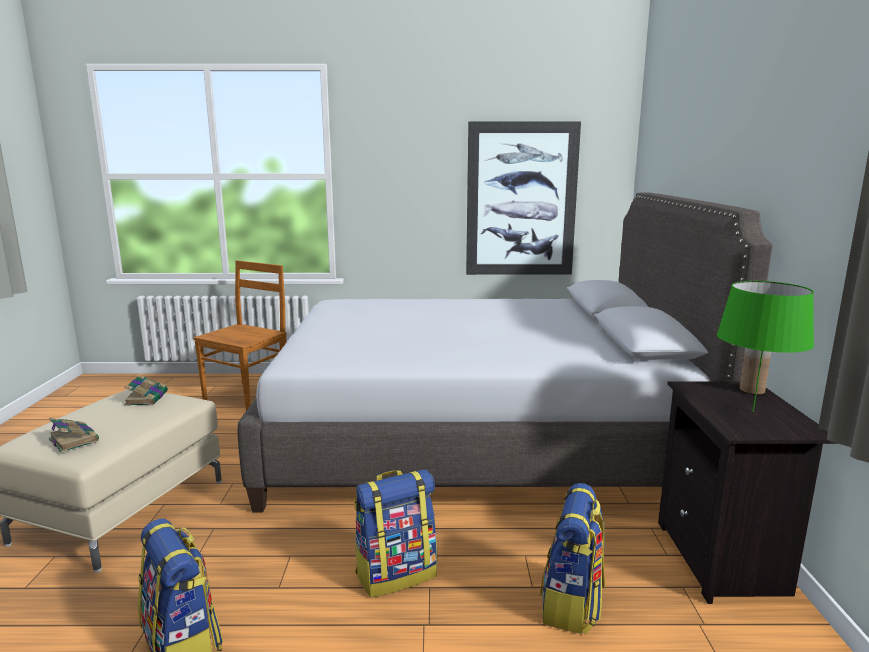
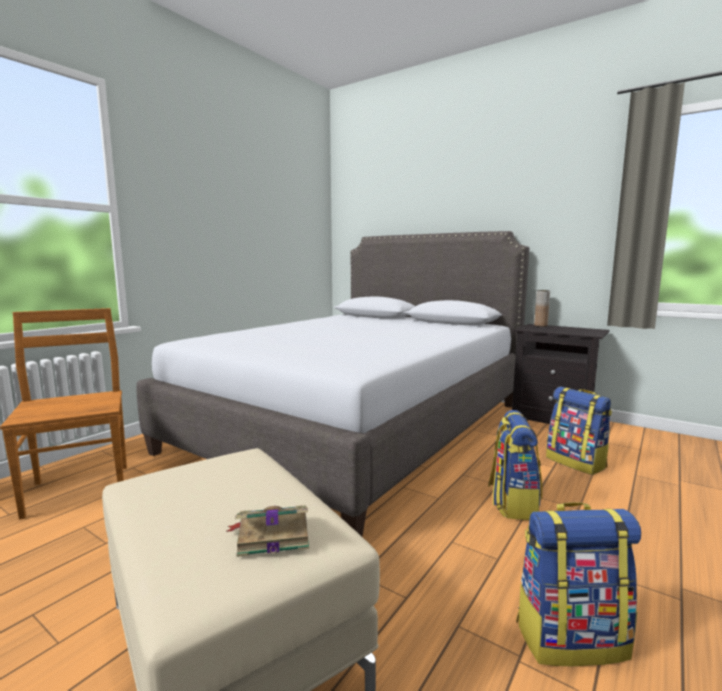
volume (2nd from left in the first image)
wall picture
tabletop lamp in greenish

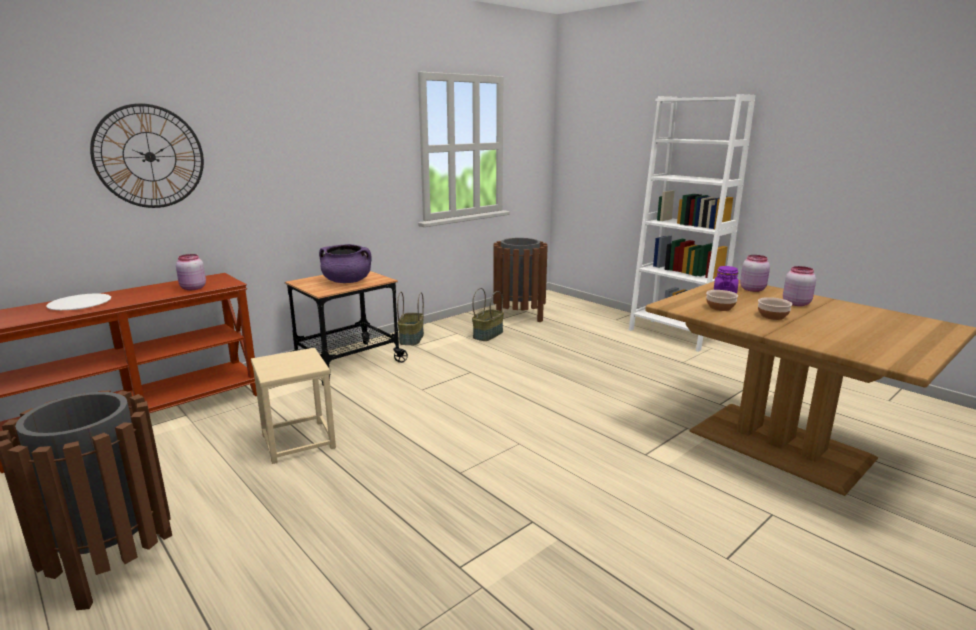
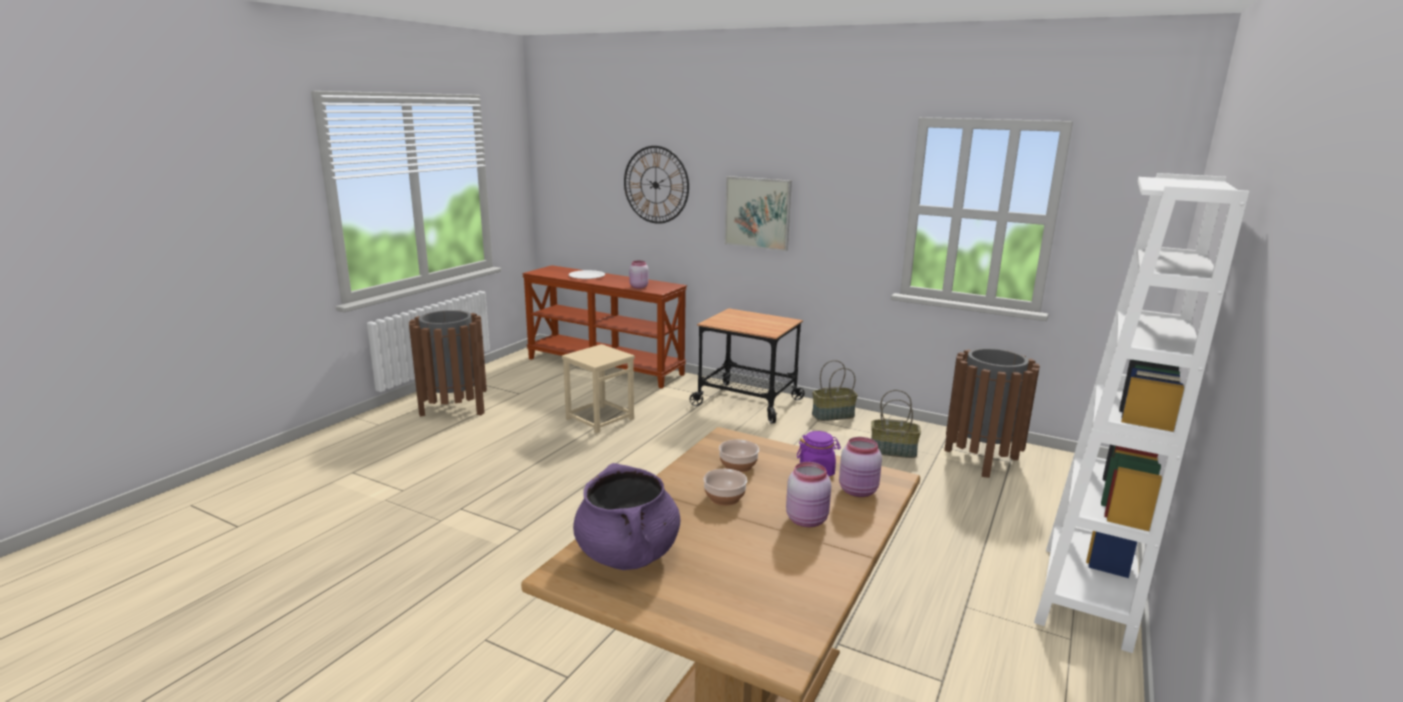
wall picture
stockpot in purple-coloured

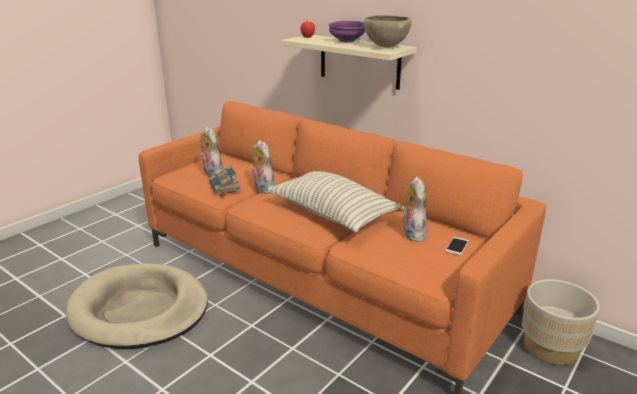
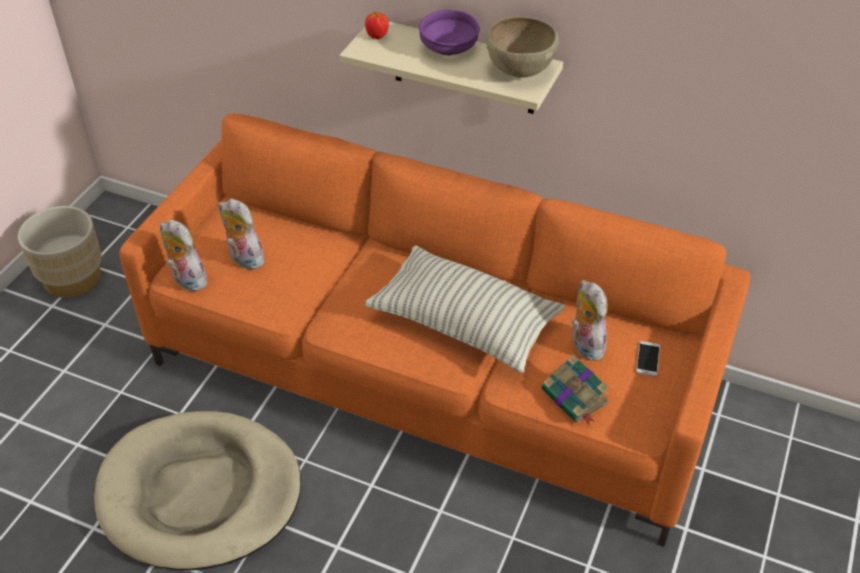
volume
soft toy (1st from left)
plant pot in beige

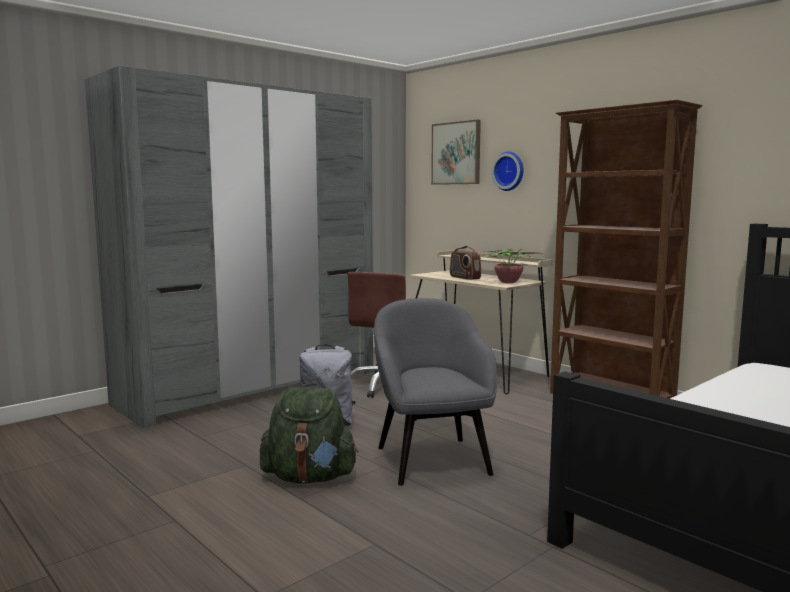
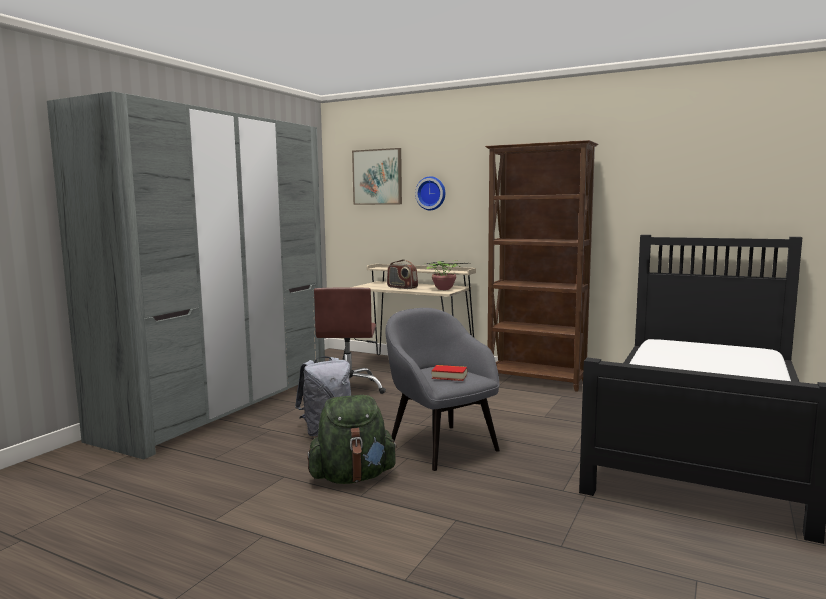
volume

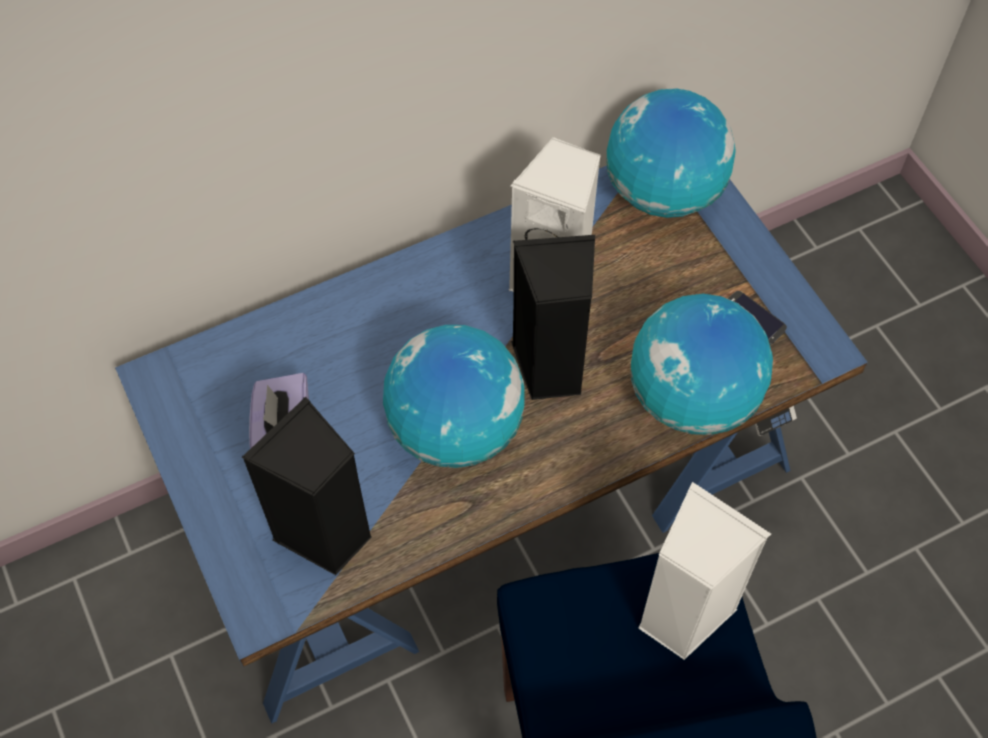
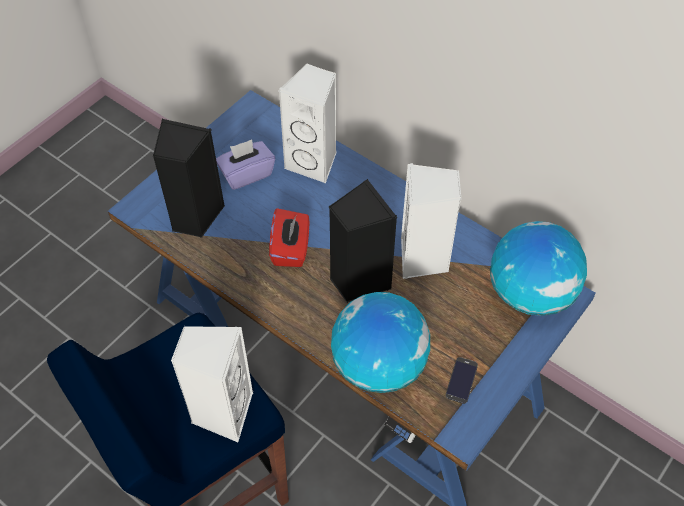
audio speaker in white (2nd from left)
box of tissues in red

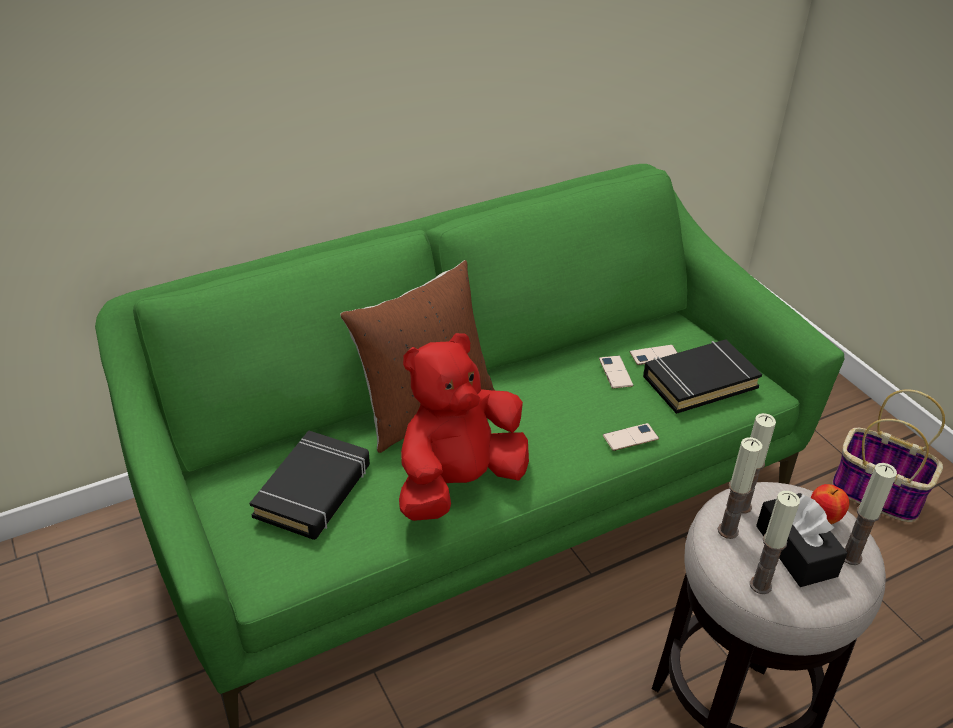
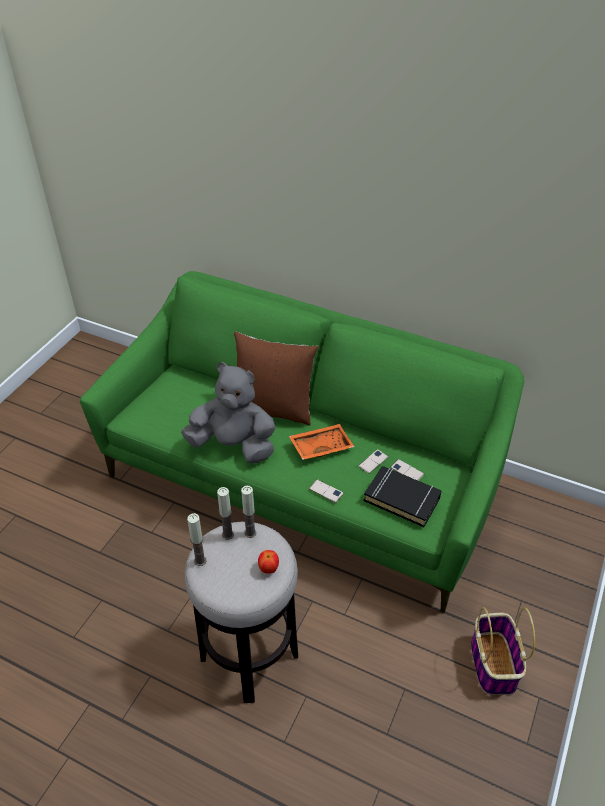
volume in blackish (1st from left in the first image)
box of tissues in blackish
wax light (4th from left in the first image)
serving tray in orangey
soft toy in grey

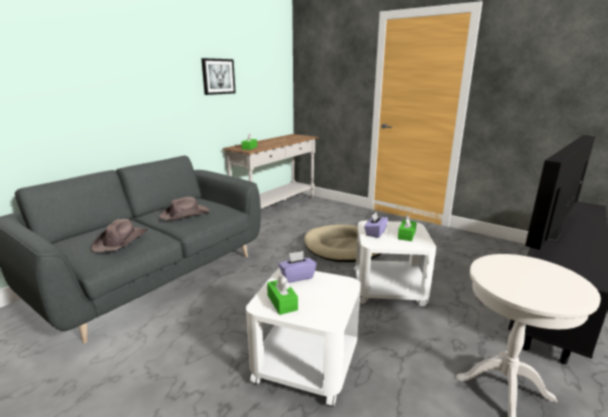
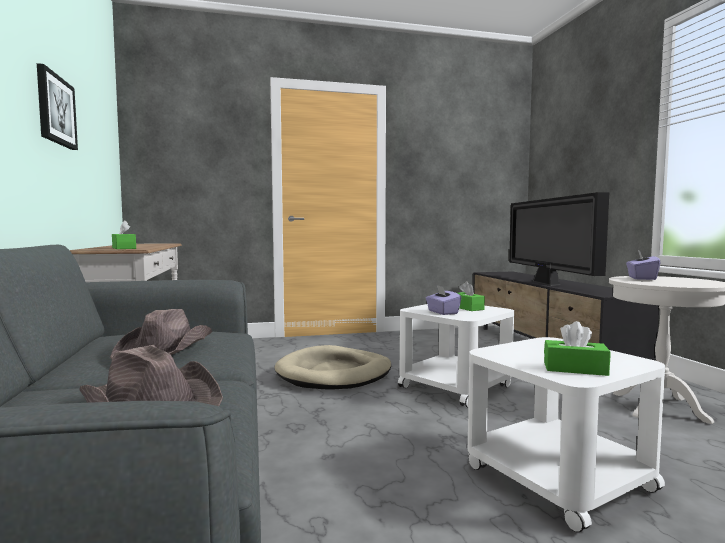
box of tissues in purple-coloured (2nd from left)

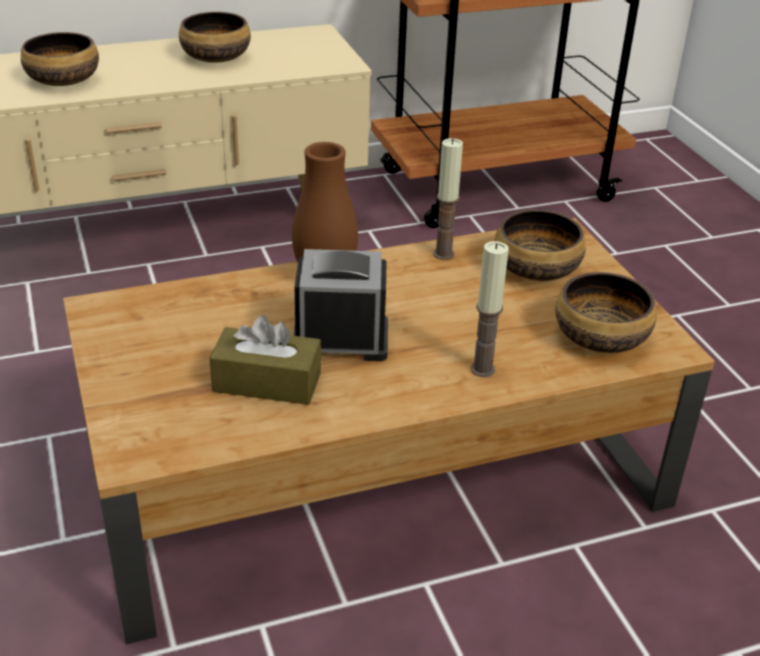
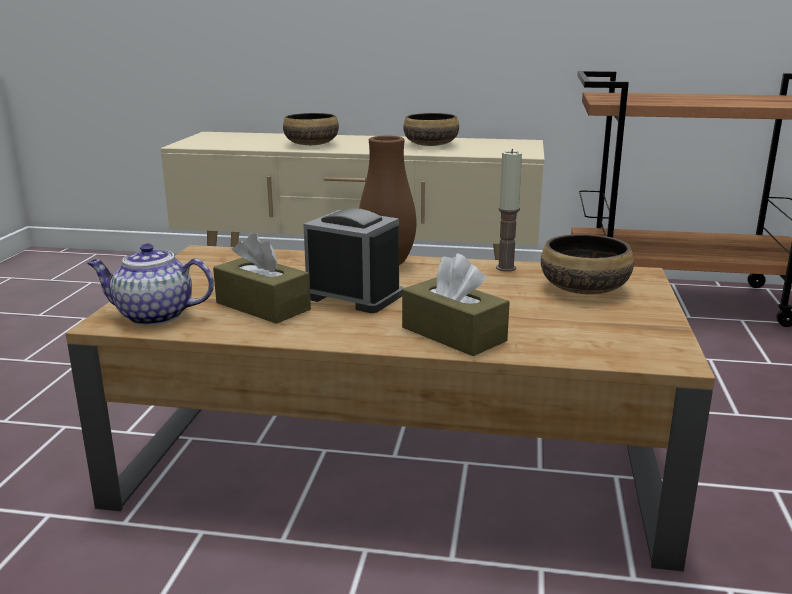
serving bowl (4th from left in the first image)
pot for tea
box of tissues in brown-coloured (2nd from left)

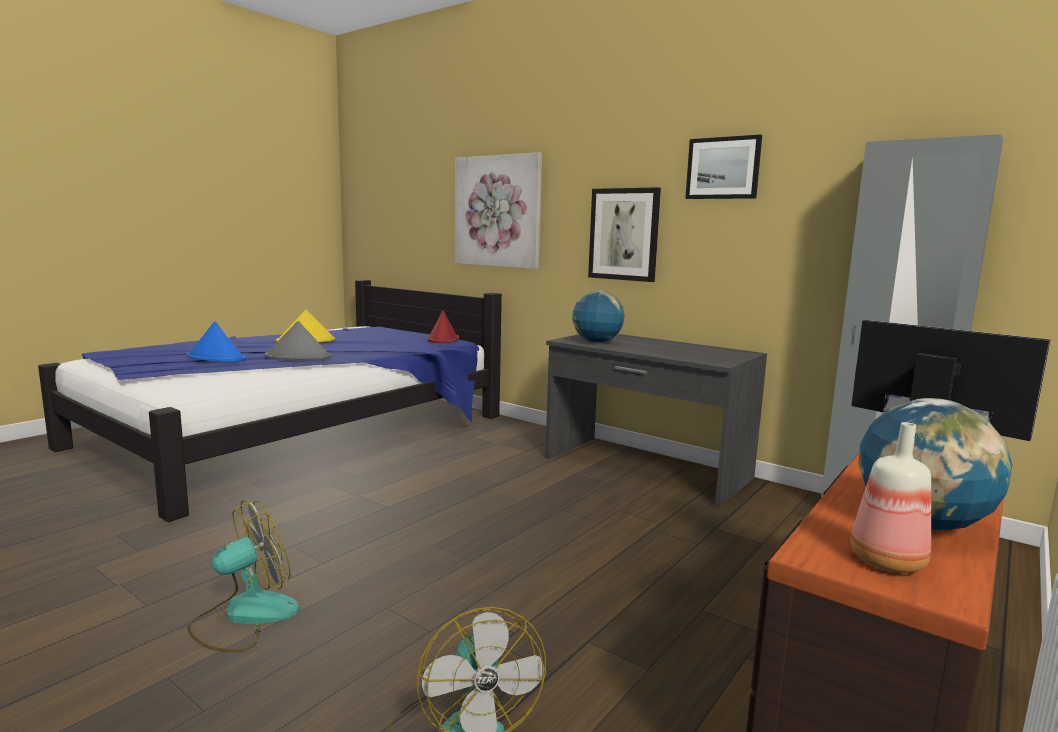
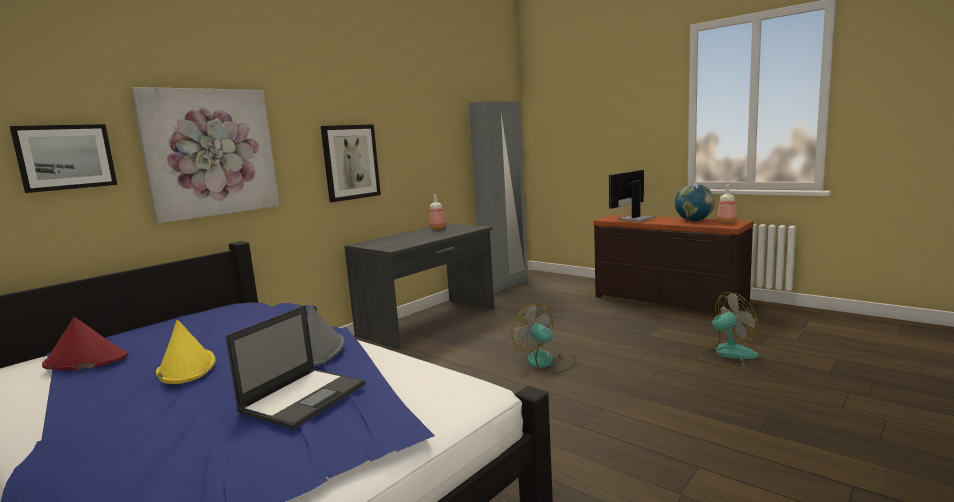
desk globe (1st from left in the first image)
bottle (1st from left)
cooling fan (1st from left)
hat in red
wall picture (1st from left)
laptop

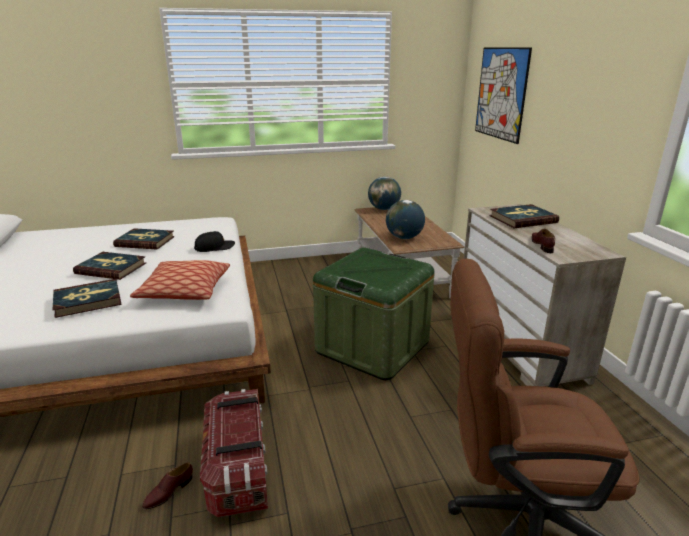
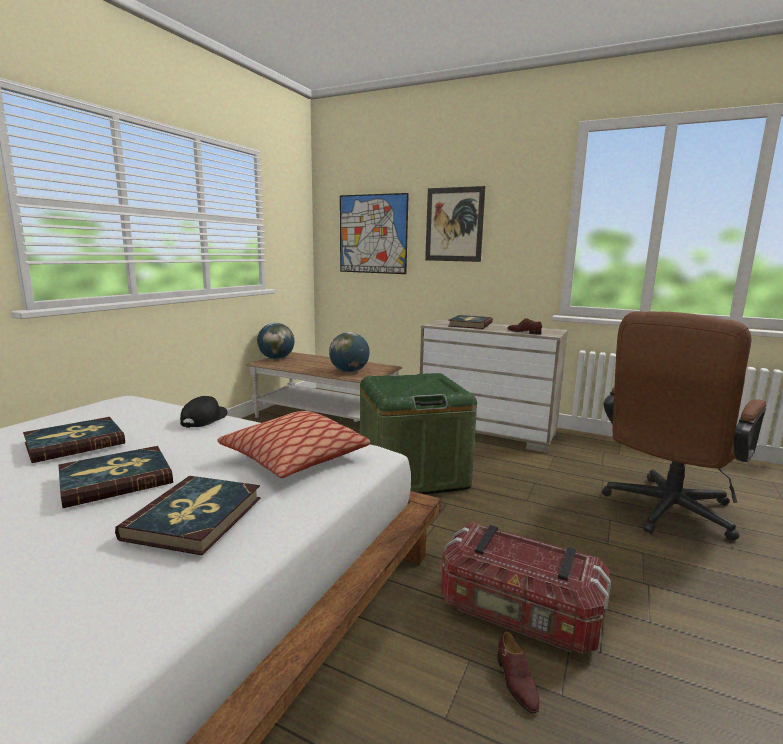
wall picture (2nd from left)

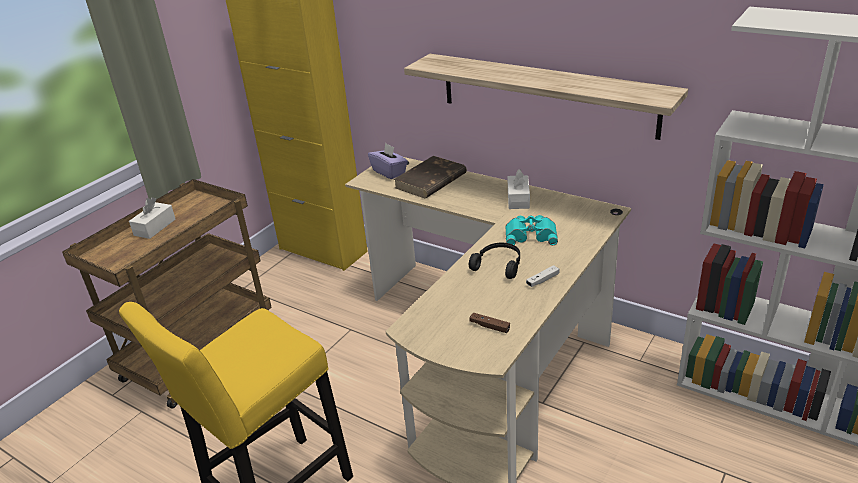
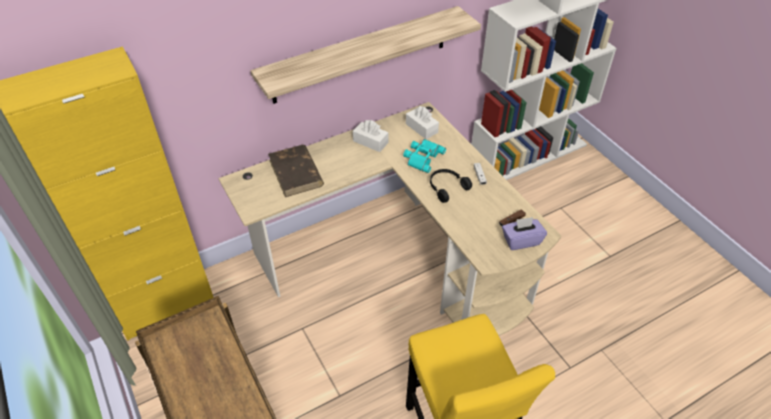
box of tissues in white (2nd from left)
box of tissues in purple-coloured

